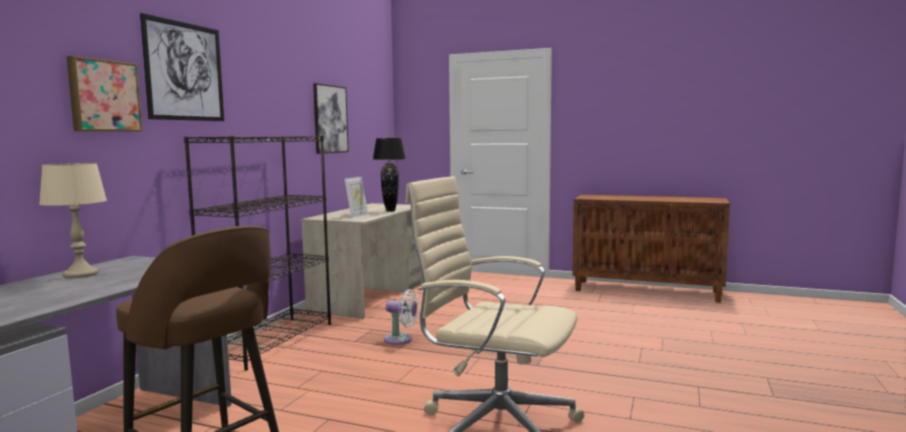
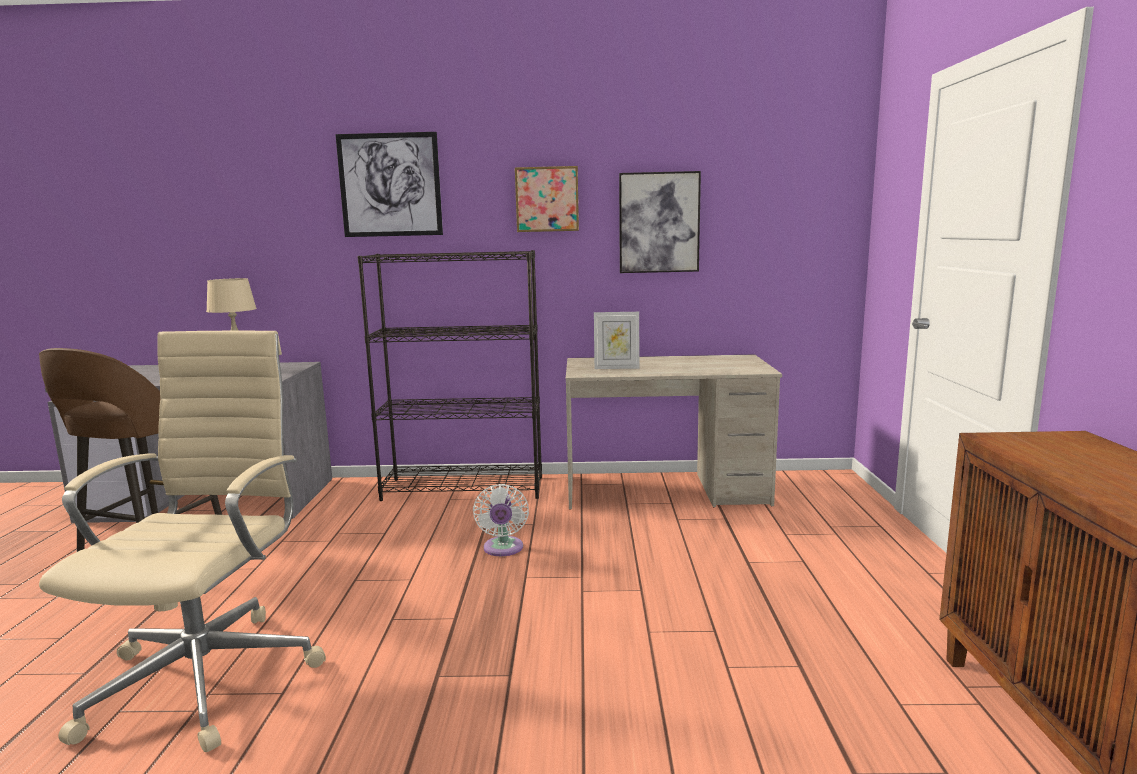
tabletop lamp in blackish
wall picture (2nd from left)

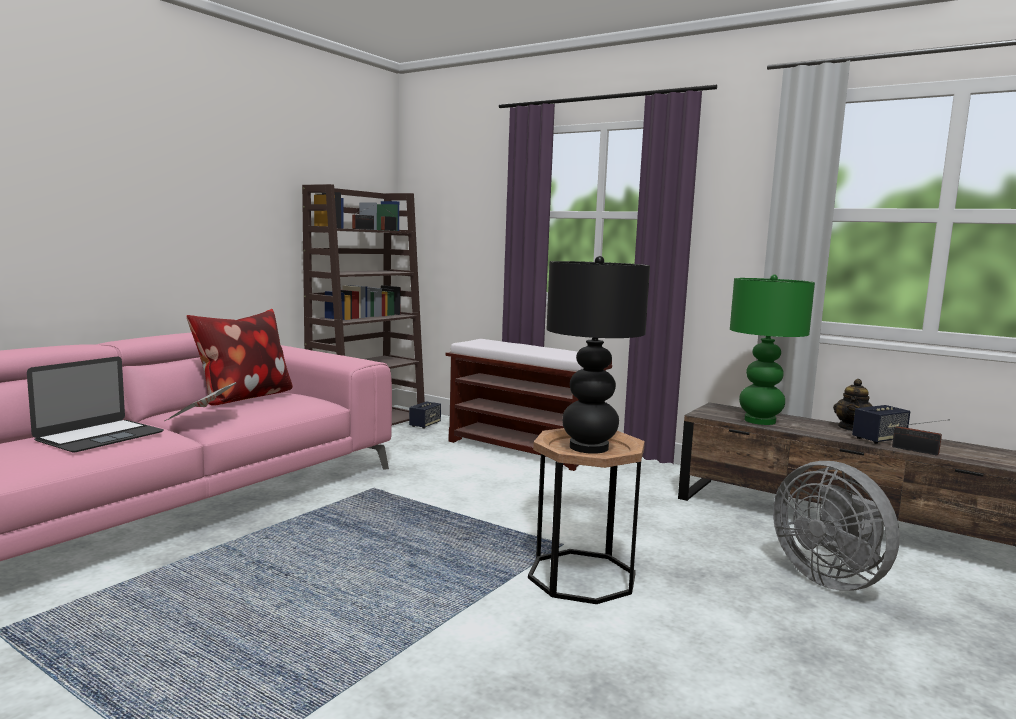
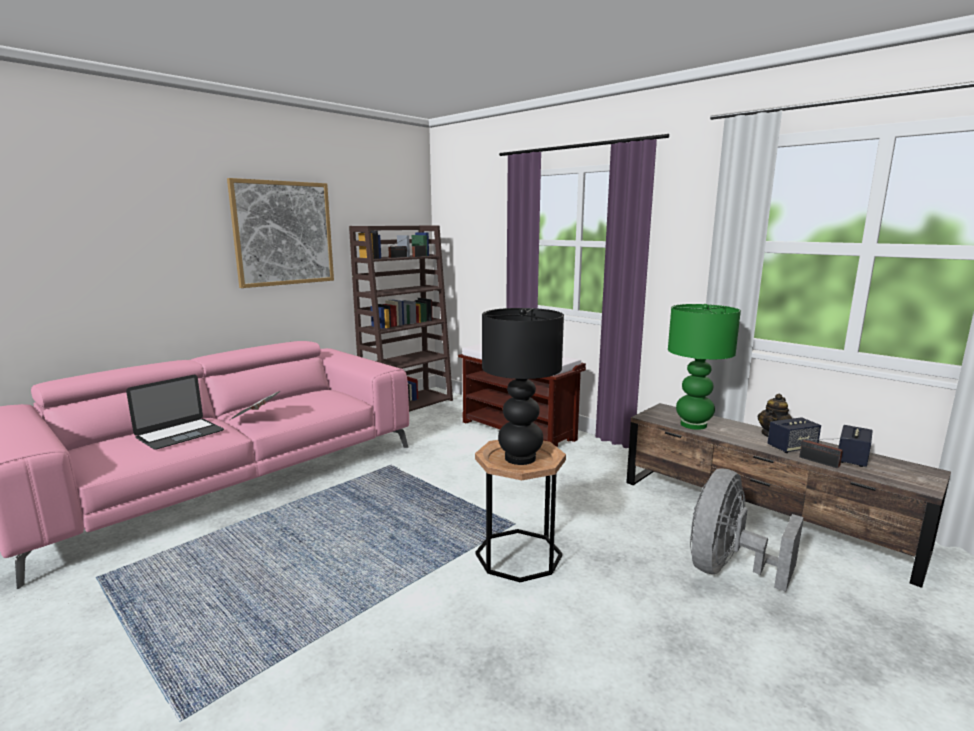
throw pillow
wall picture
audio speaker (2nd from left)
cooling fan in grey

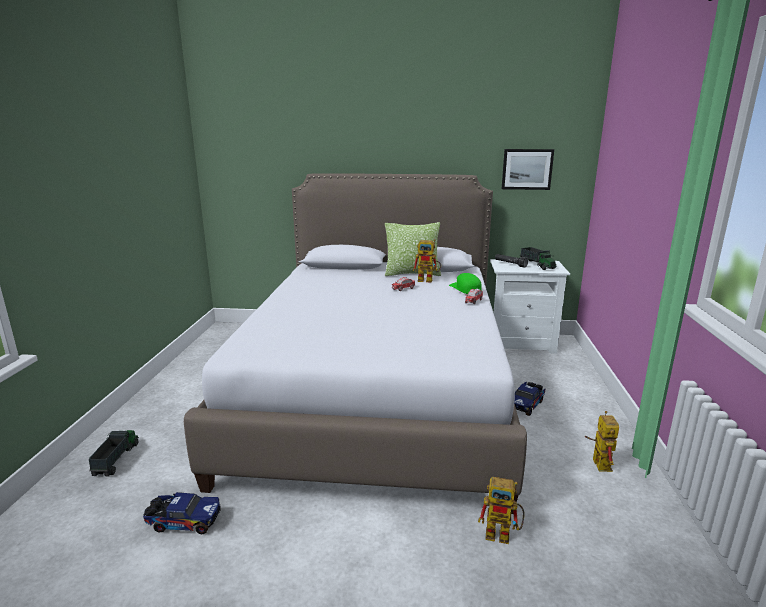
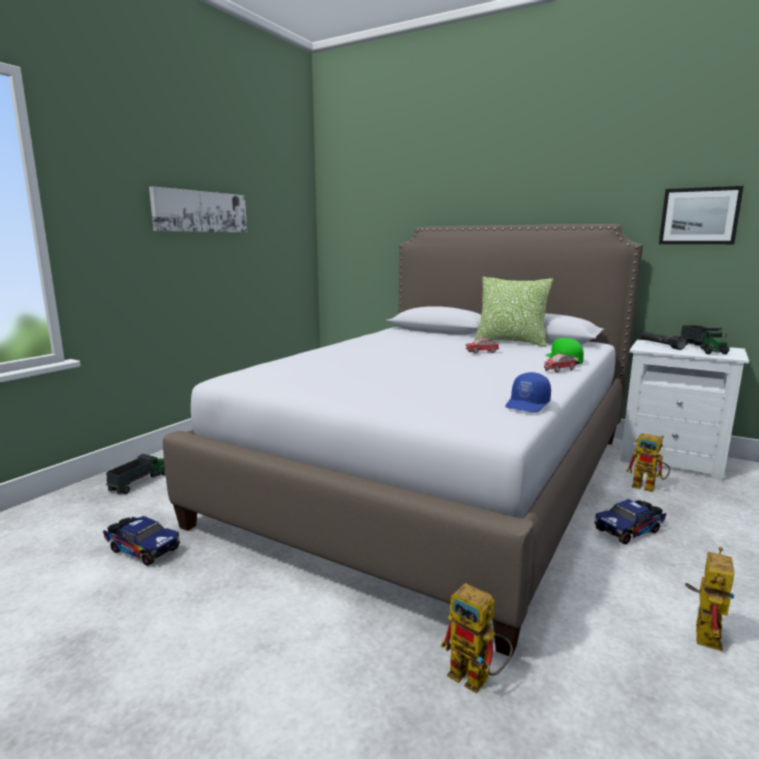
wall picture (1st from left)
baseball cap in bluish
model robot (2nd from left)

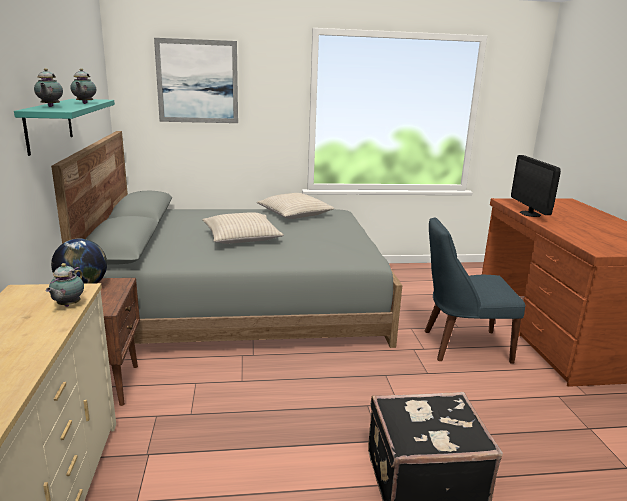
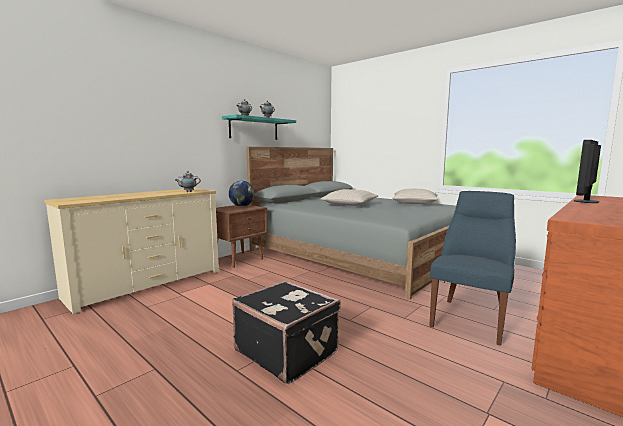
wall picture
plain chair in bluish

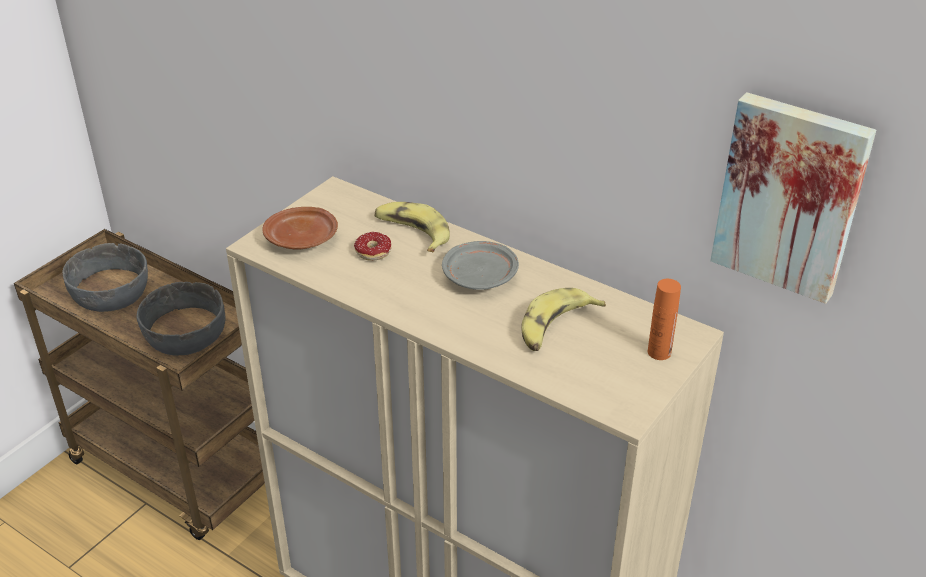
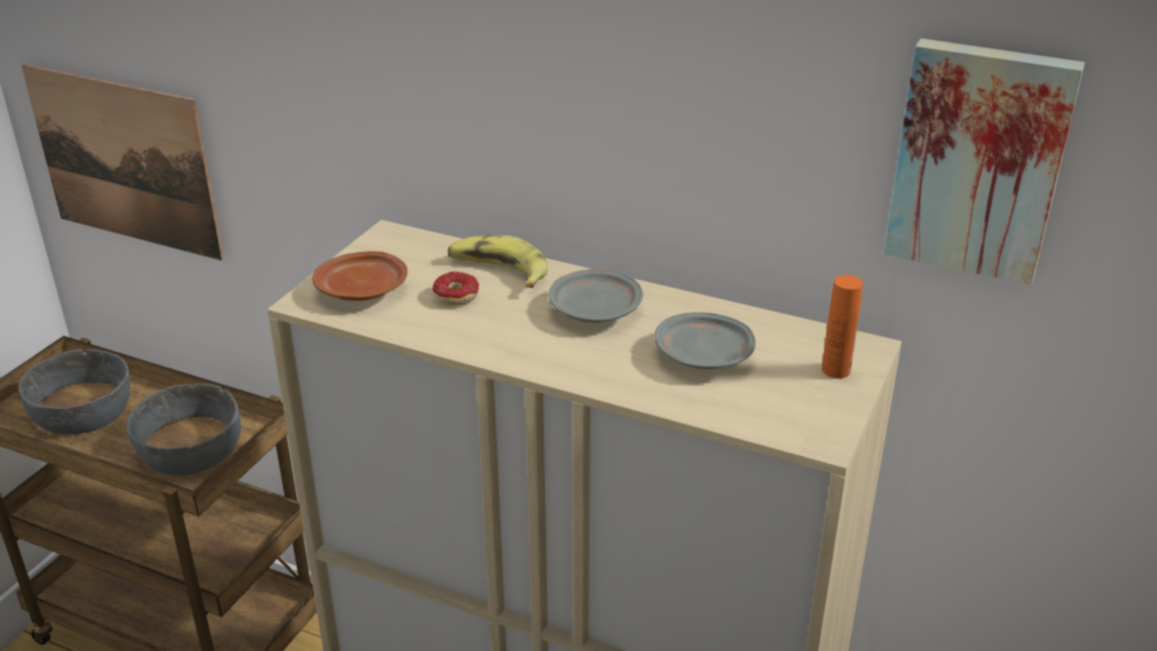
wall picture (1st from left)
flat dish in grey (2nd from left)

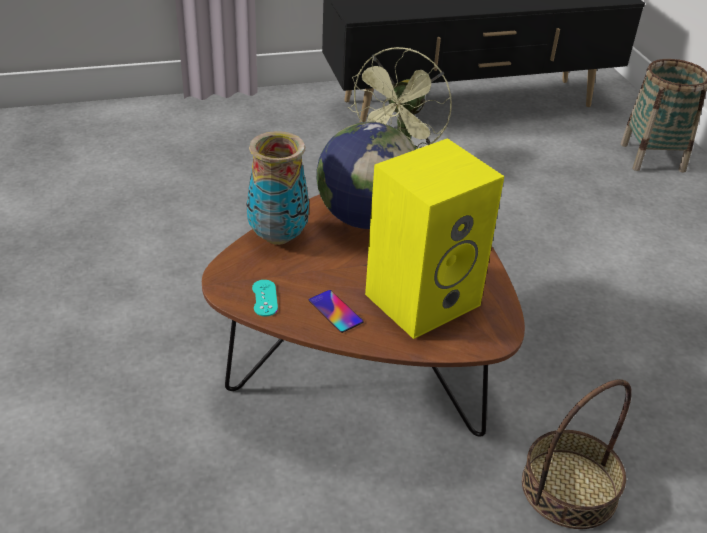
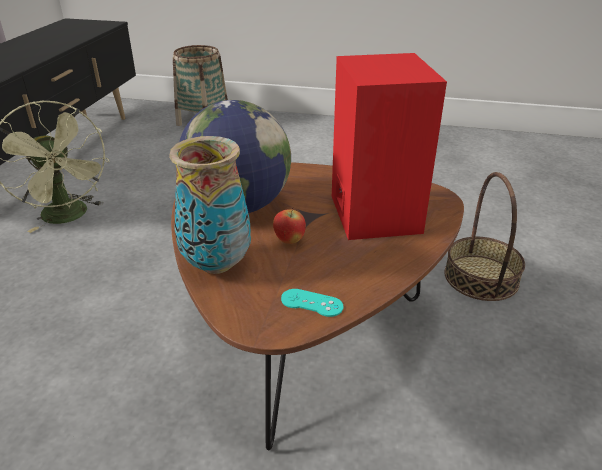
telephone
apple
audio speaker in red

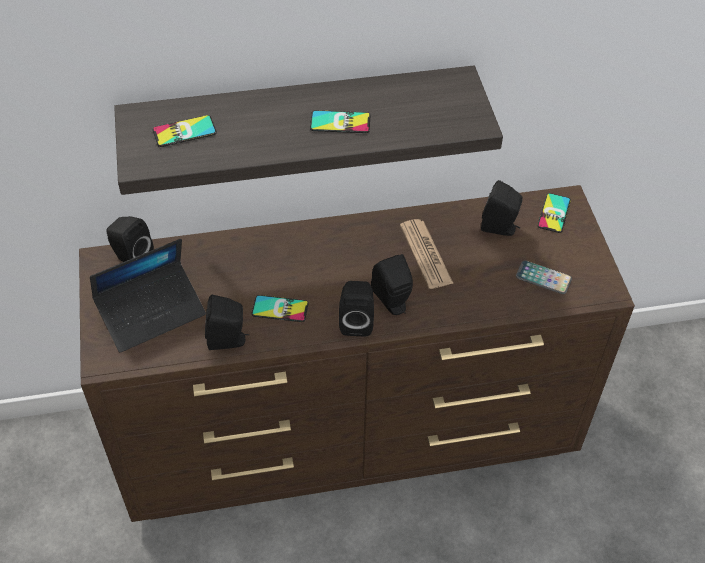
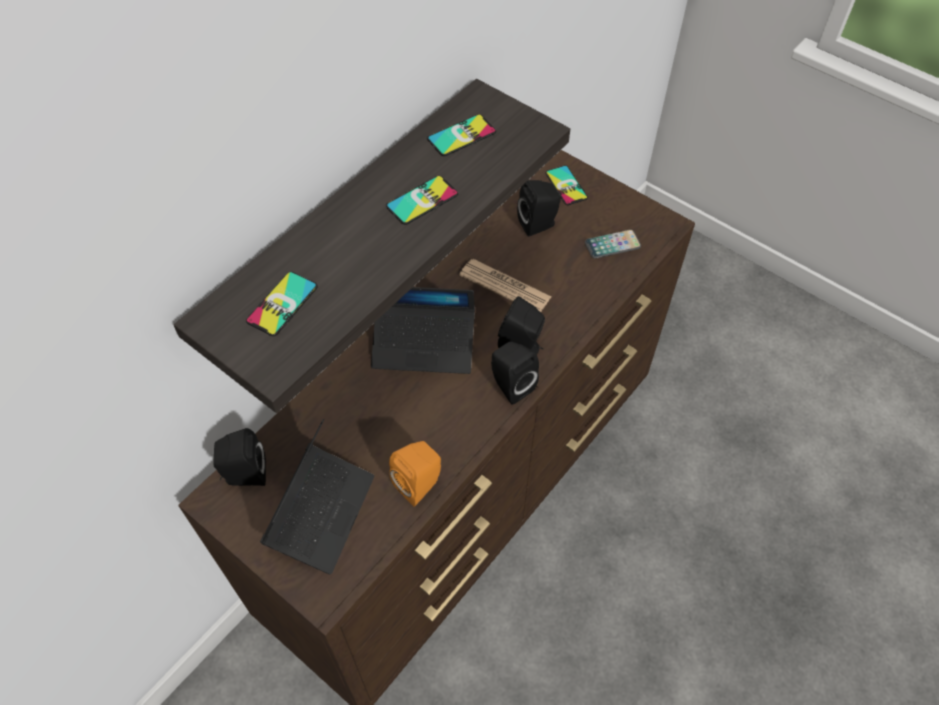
laptop (2nd from left)
telephone (3rd from left)
audio speaker in orangey

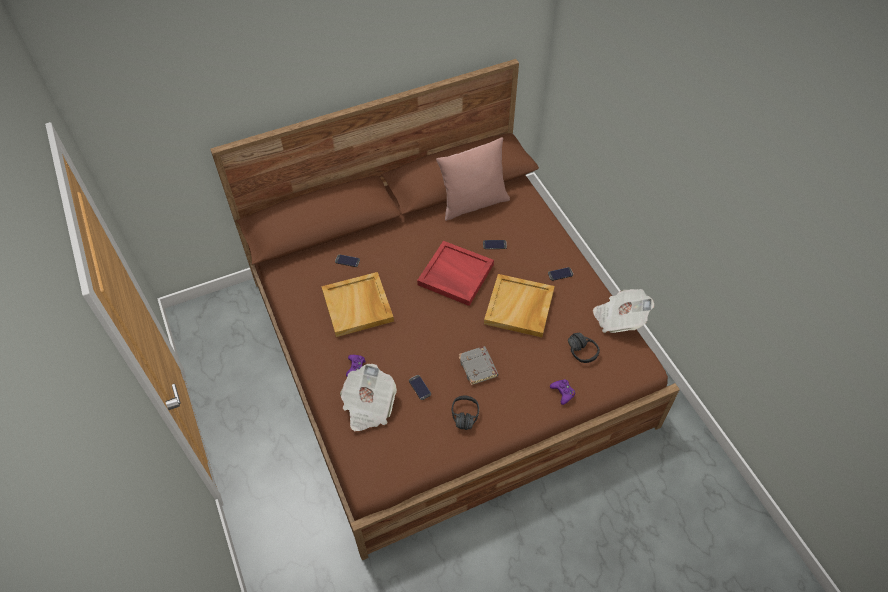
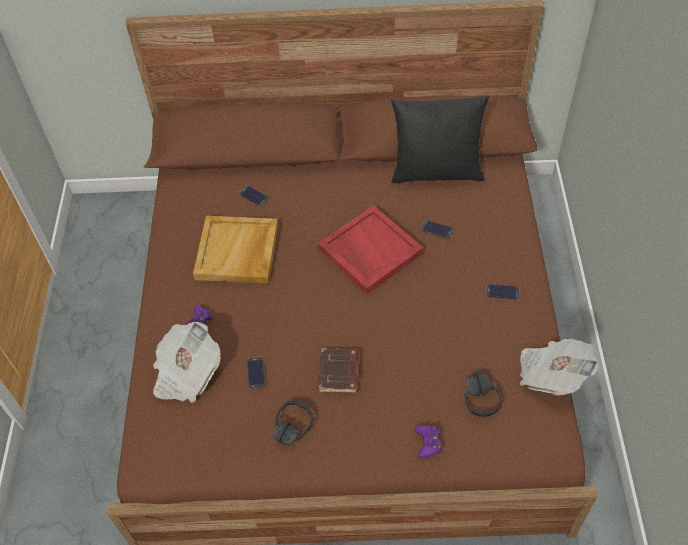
serving tray in beige (2nd from left in the first image)
throw pillow in blackish
volume in brown-coloured

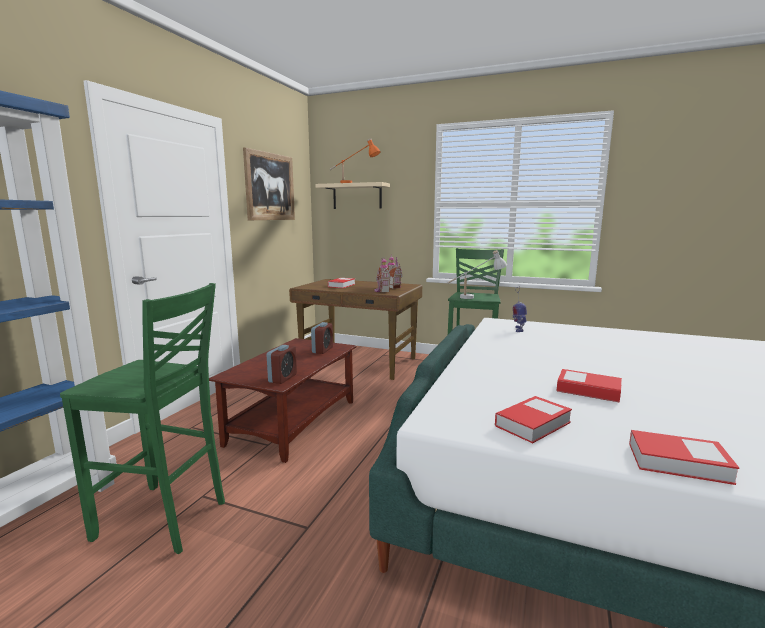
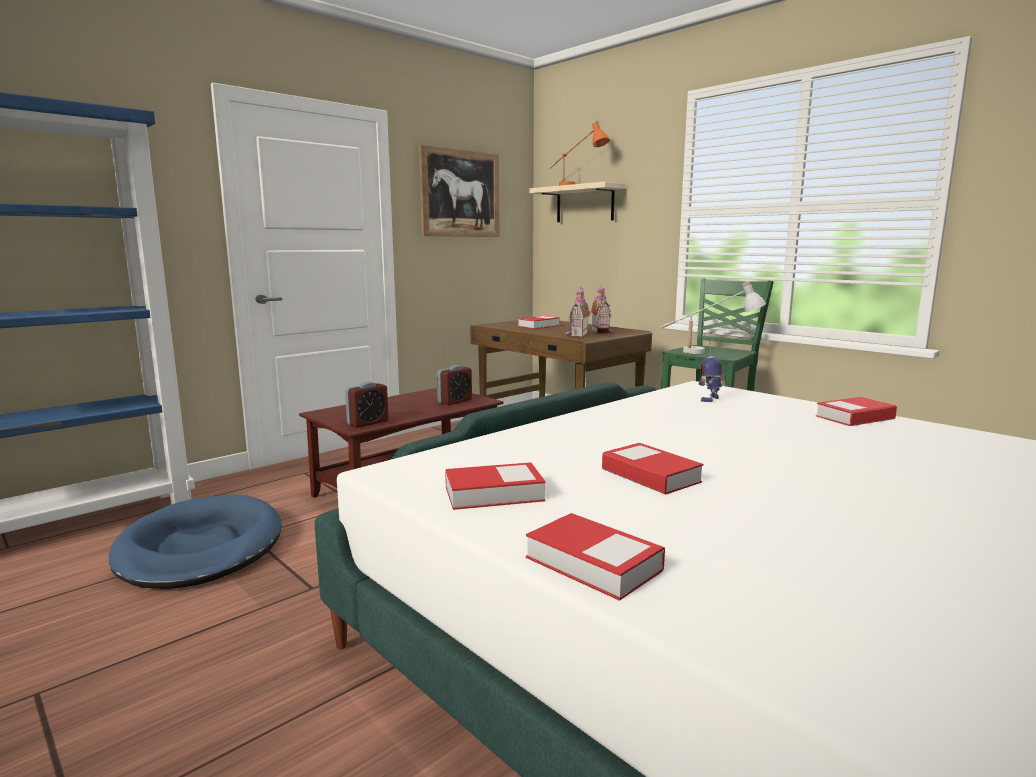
volume (5th from left)
dog bed in bluish

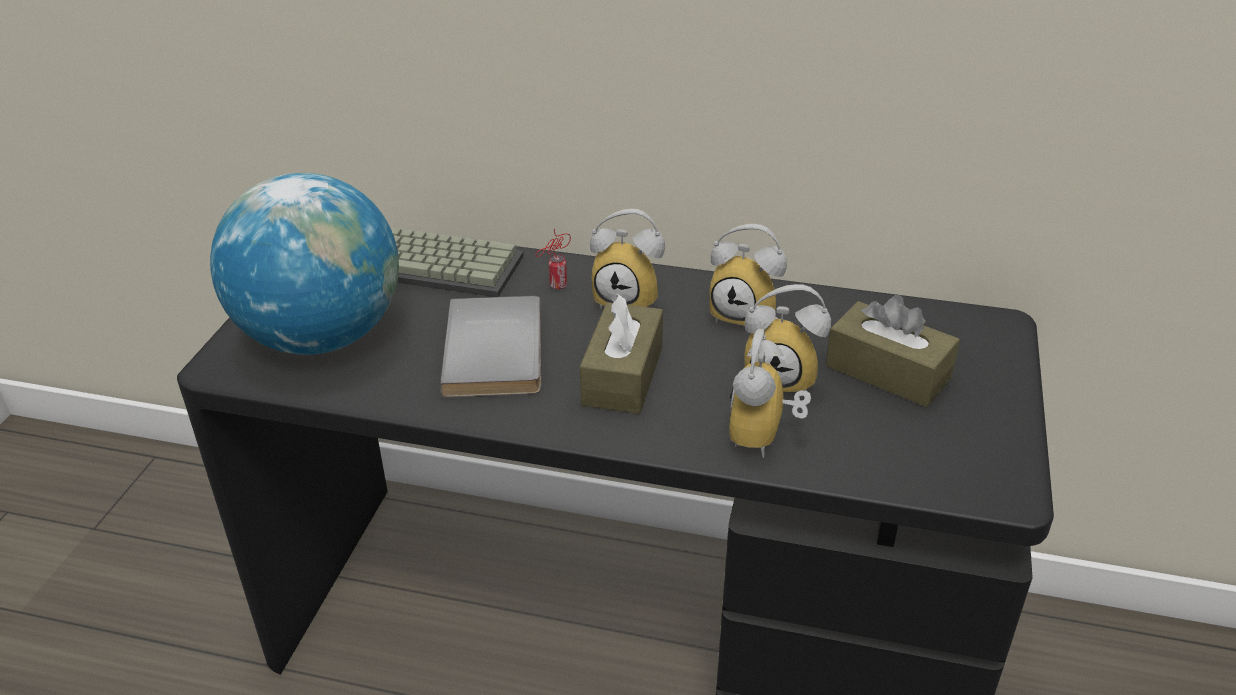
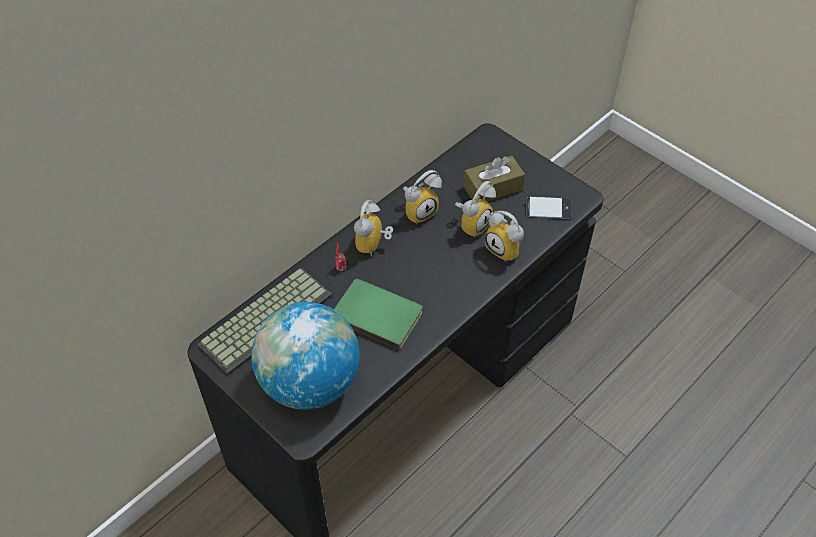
box of tissues in brown-coloured (1st from left in the first image)
telephone
volume in greenish
table clock (1st from left)

